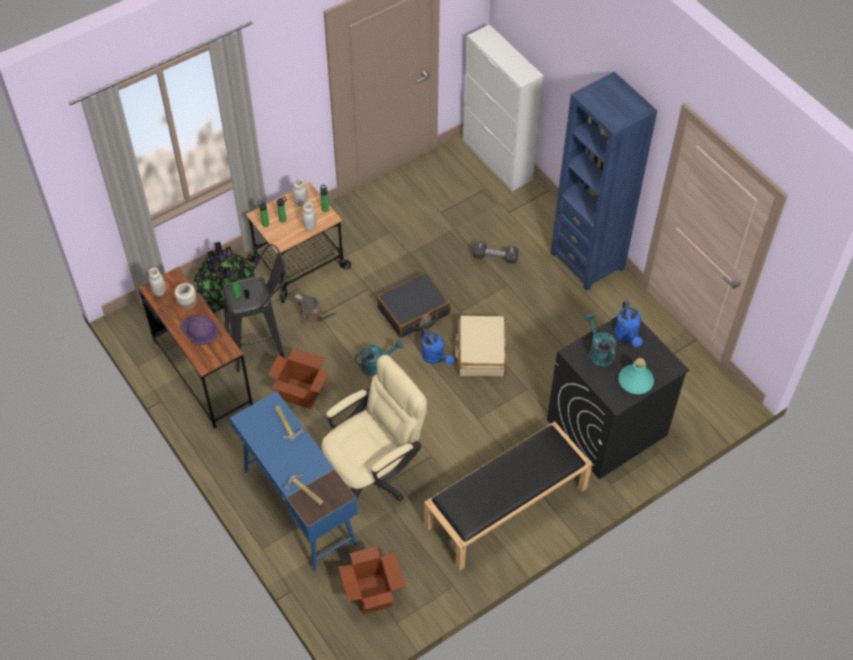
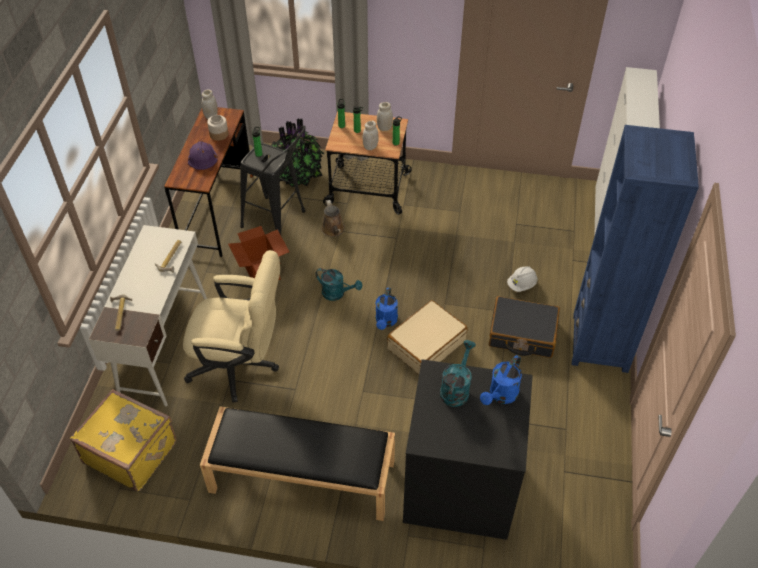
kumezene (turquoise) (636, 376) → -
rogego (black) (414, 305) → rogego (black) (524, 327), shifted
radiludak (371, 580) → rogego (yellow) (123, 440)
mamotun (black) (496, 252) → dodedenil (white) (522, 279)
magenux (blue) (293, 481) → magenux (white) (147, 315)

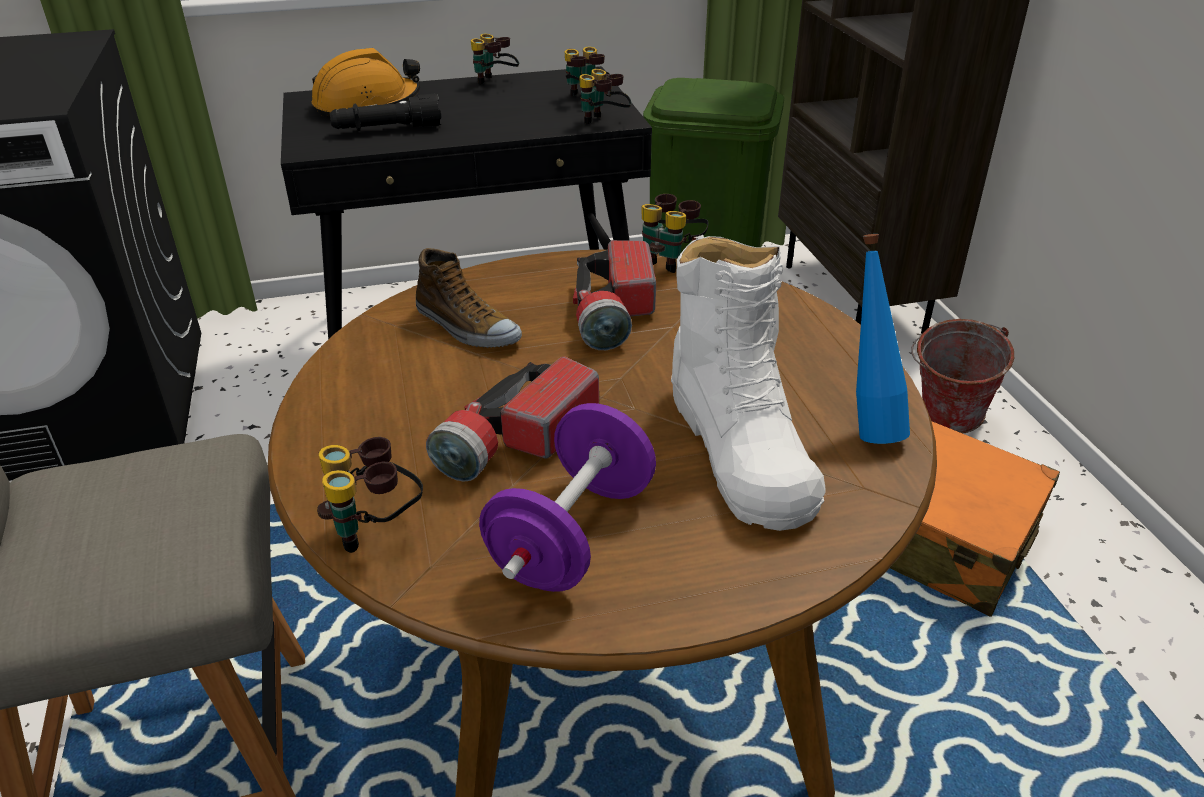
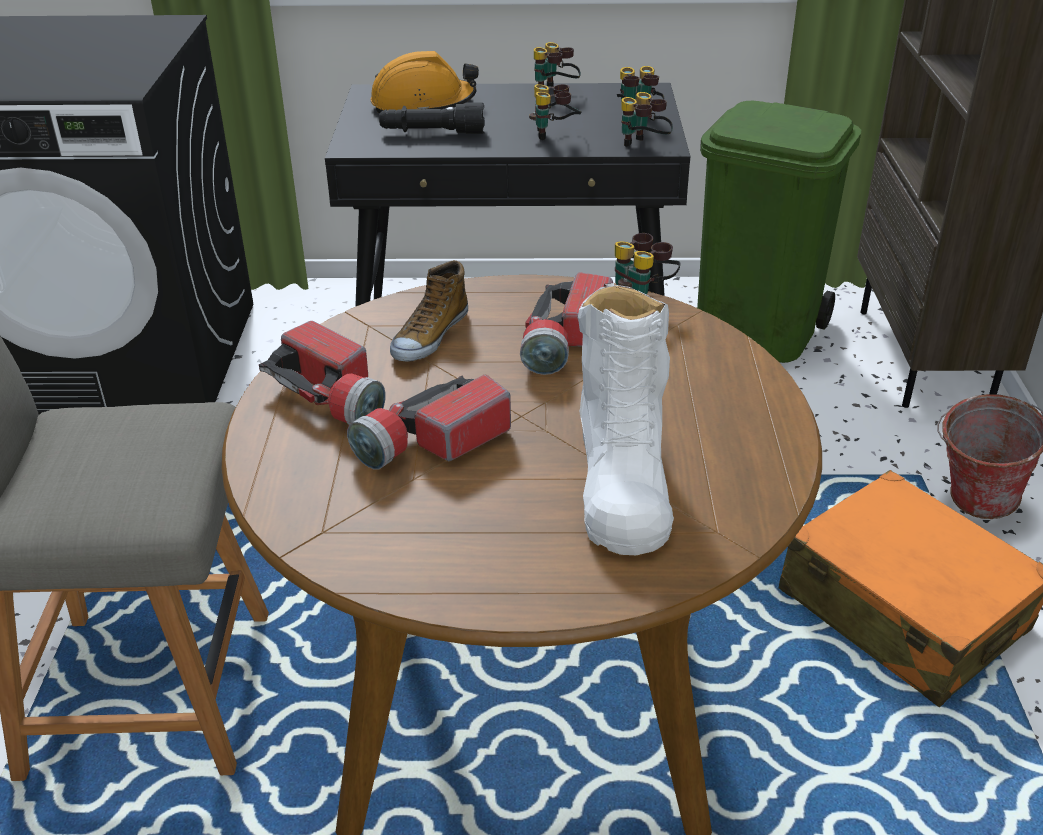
mamotun (purple) (567, 497) → -
kumezene (blue) (883, 339) → -
- → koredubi (322, 373)
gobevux (370, 495) → gobevux (555, 112), shifted
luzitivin (469, 298) → luzitivin (429, 311), 60 degrees clockwise

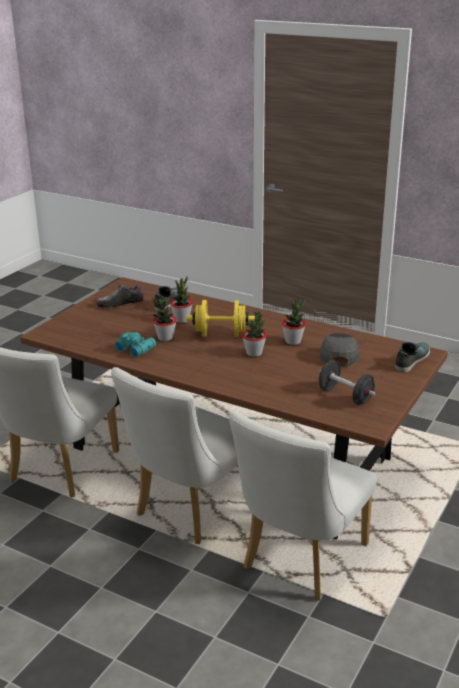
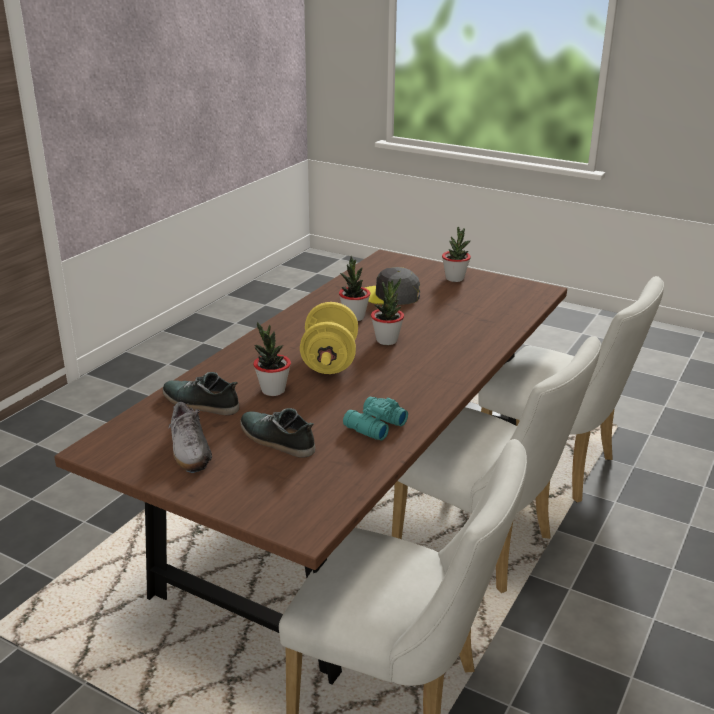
mamotun (black) (347, 382) → -
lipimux (164, 318) → lipimux (456, 254), shifted
luzitivin (412, 357) → luzitivin (278, 433), shifted

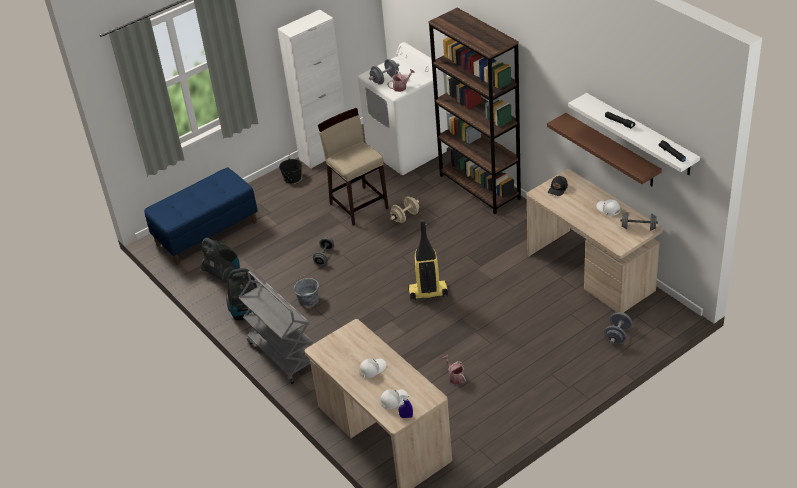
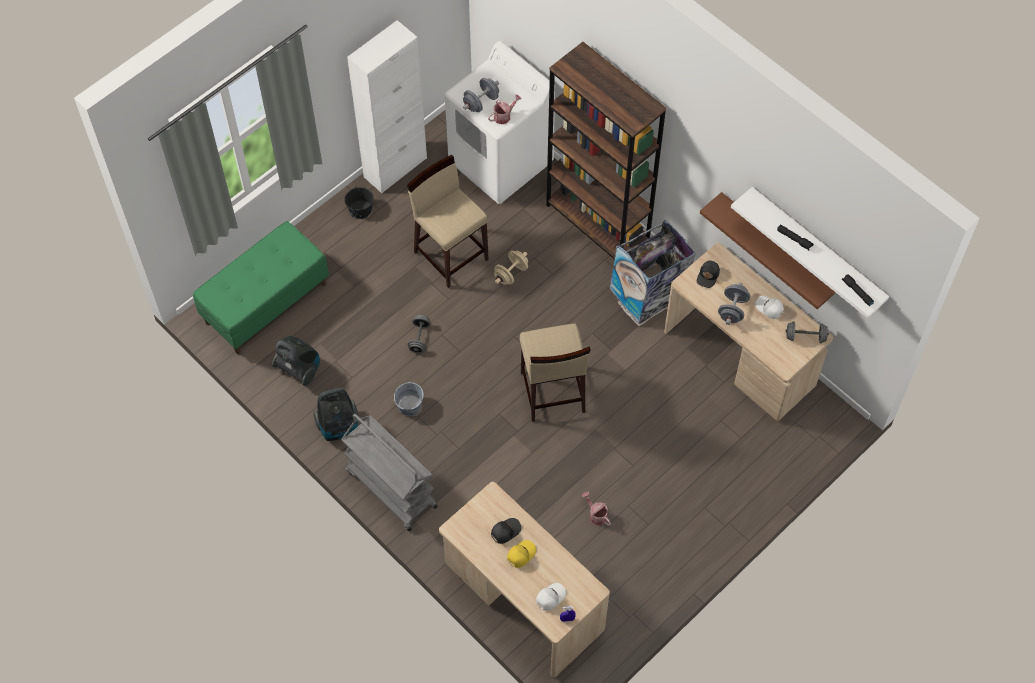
- → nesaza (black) (506, 531)
- → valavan (652, 273)
mamotun (grey) (618, 328) → mamotun (grey) (734, 304), shifted
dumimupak (428, 260) → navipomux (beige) (555, 373)
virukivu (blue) (201, 216) → virukivu (green) (261, 287)
nesaza (white) (372, 368) → nesaza (yellow) (521, 554)

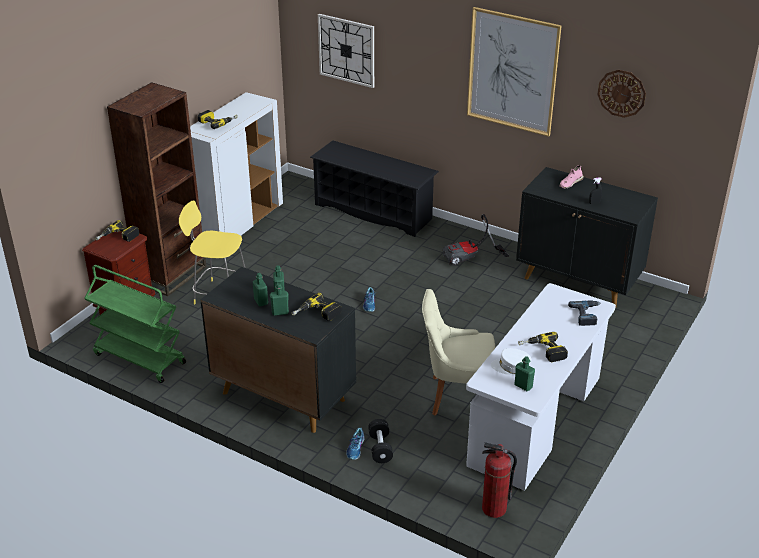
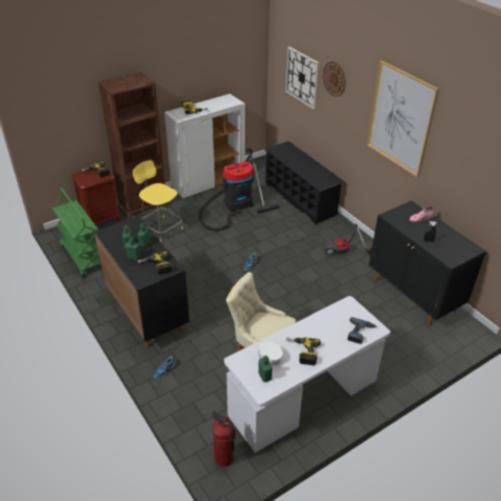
mamotun (black) (380, 441) → -
- → dumimupak (239, 189)
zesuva (621, 94) → zesuva (334, 79), shifted

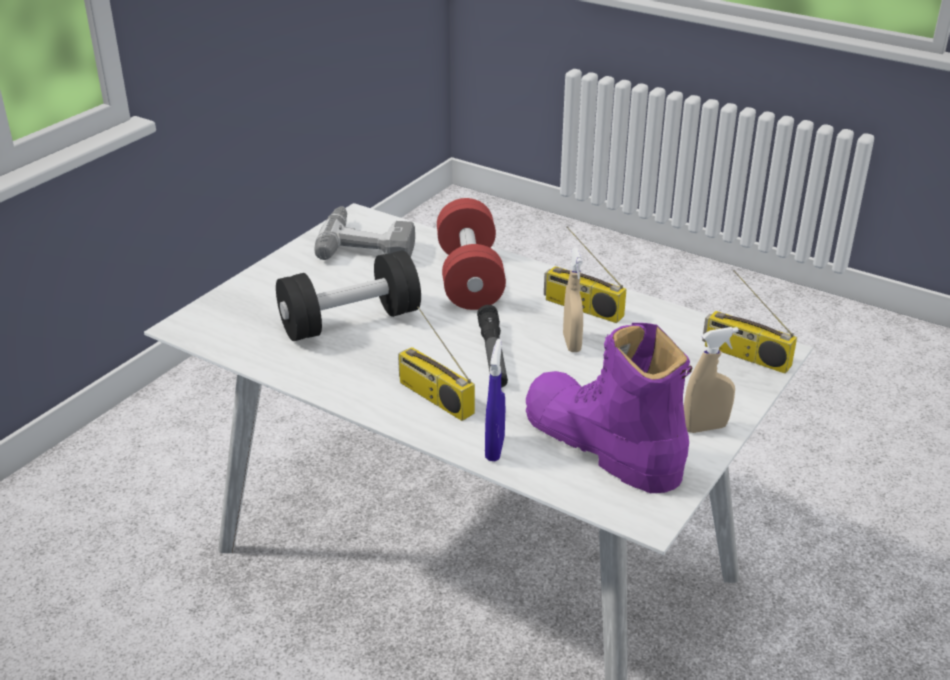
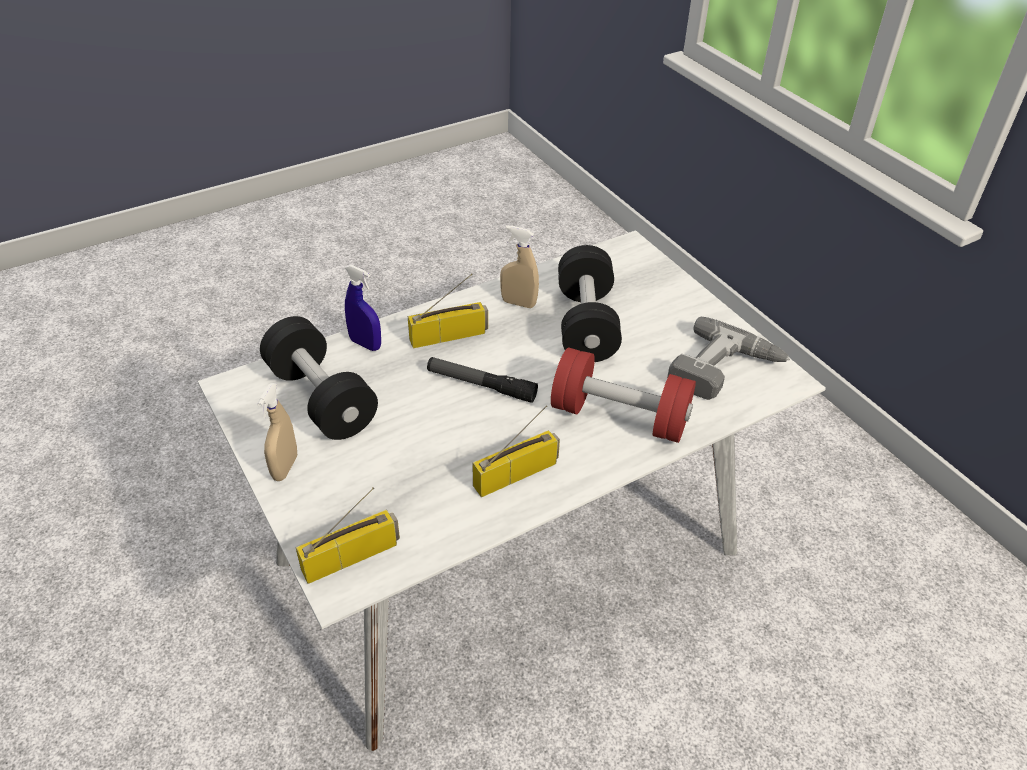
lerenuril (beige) (573, 300) → lerenuril (beige) (519, 266), shifted
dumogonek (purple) (609, 408) → mamotun (black) (319, 378)

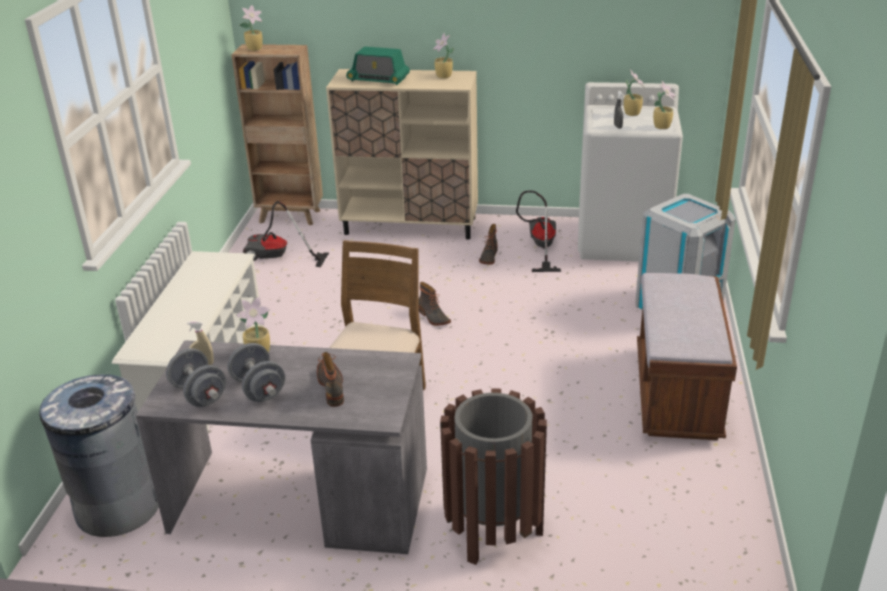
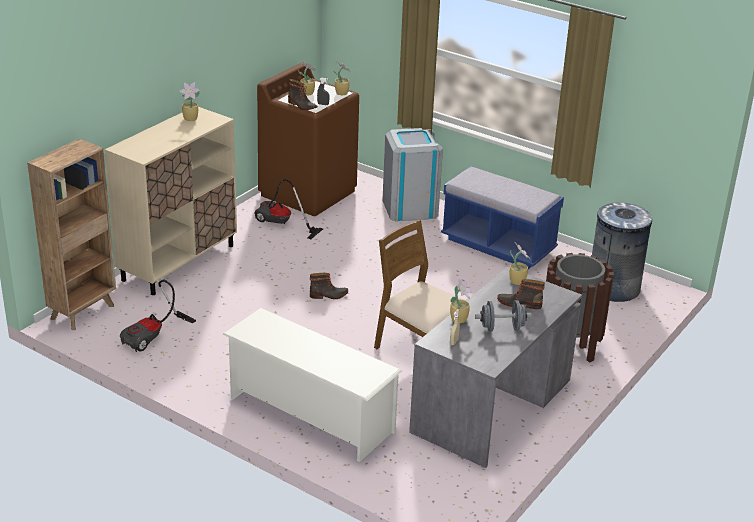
mamotun (grey) (196, 377) → -
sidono (378, 66) → -
valavan (grey) (99, 455) → valavan (grey) (622, 252), shifted
lipimux (251, 28) → lipimux (520, 263), shifted
dumogonek (488, 244) → dumogonek (303, 94), shifted
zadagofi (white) (630, 172) → zadagofi (brown) (308, 139)
virukivu (brown) (687, 356) → virukivu (blue) (502, 217)

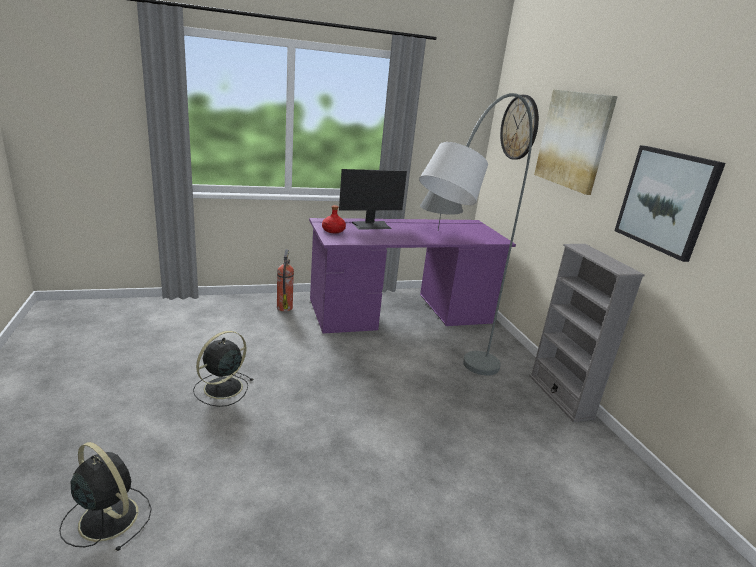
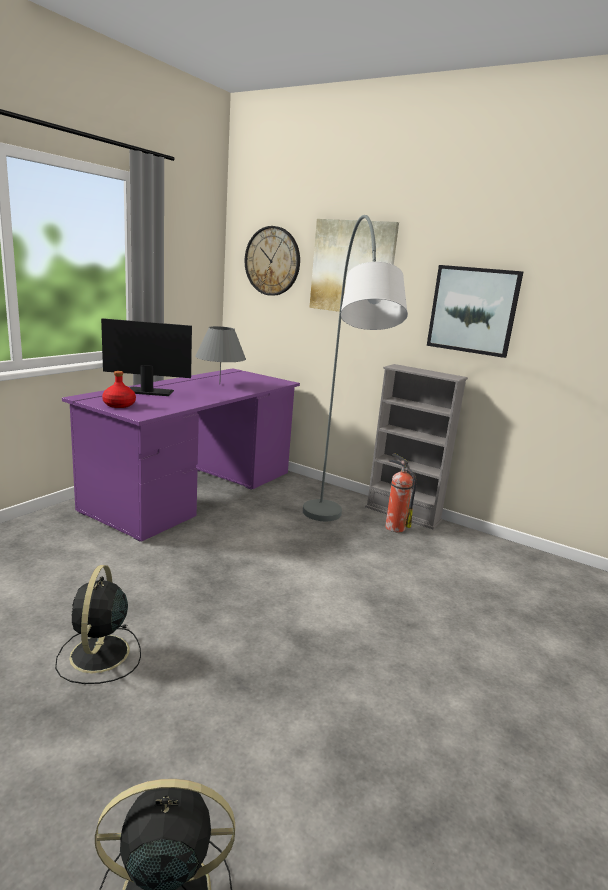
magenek (285, 280) → magenek (400, 492), shifted
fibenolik (373, 199) → fibenolik (146, 357), 120 degrees counterclockwise

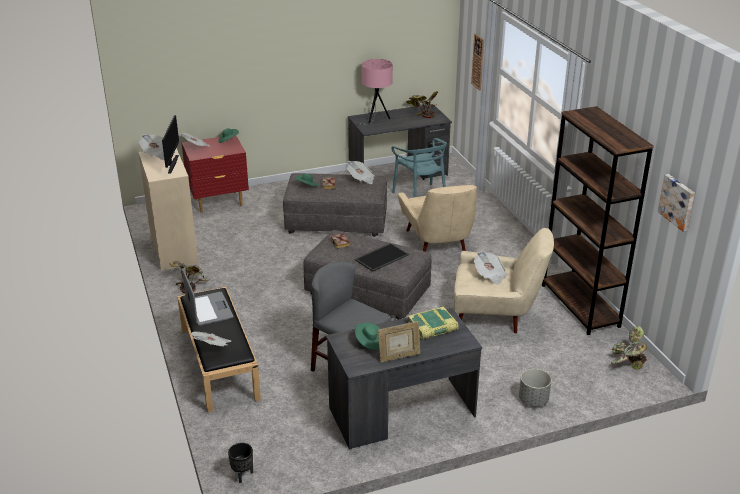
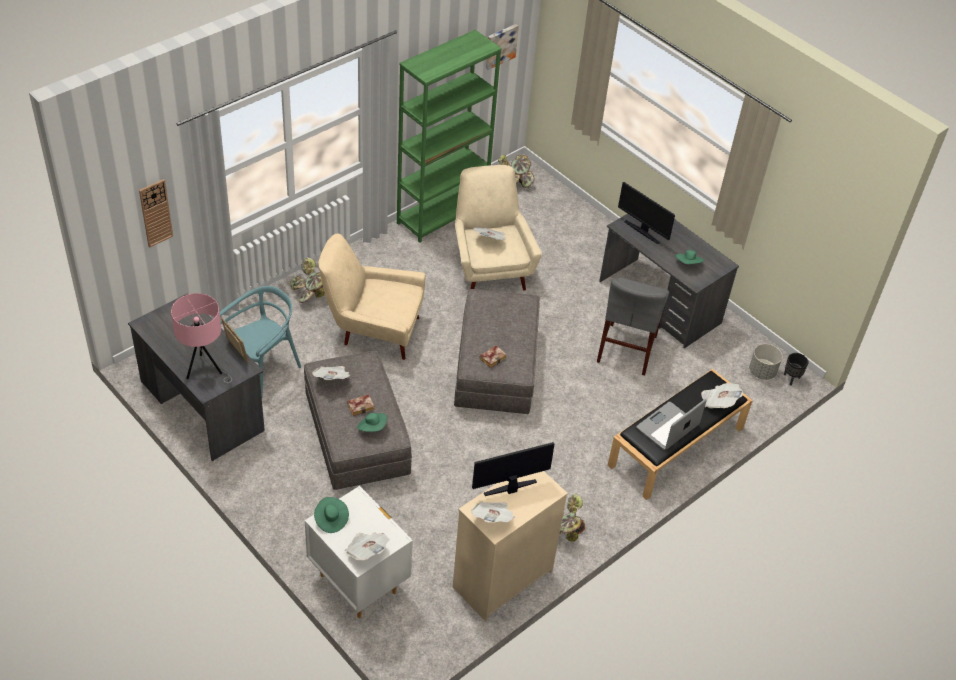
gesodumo (382, 257) → -
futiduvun (399, 342) → futiduvun (235, 340), shifted
lipimux (422, 104) → lipimux (307, 280), shifted
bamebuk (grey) (535, 388) → bamebuk (grey) (766, 362), shifted
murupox (433, 323) → fibenolik (646, 213)
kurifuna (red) (215, 174) → kurifuna (white) (359, 552)
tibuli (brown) (598, 220) → tibuli (green) (449, 136)
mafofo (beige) (437, 218) → mafofo (beige) (372, 297), 135 degrees counterclockwise

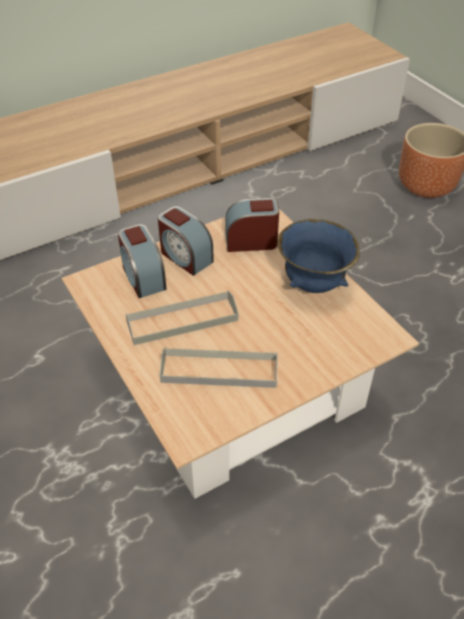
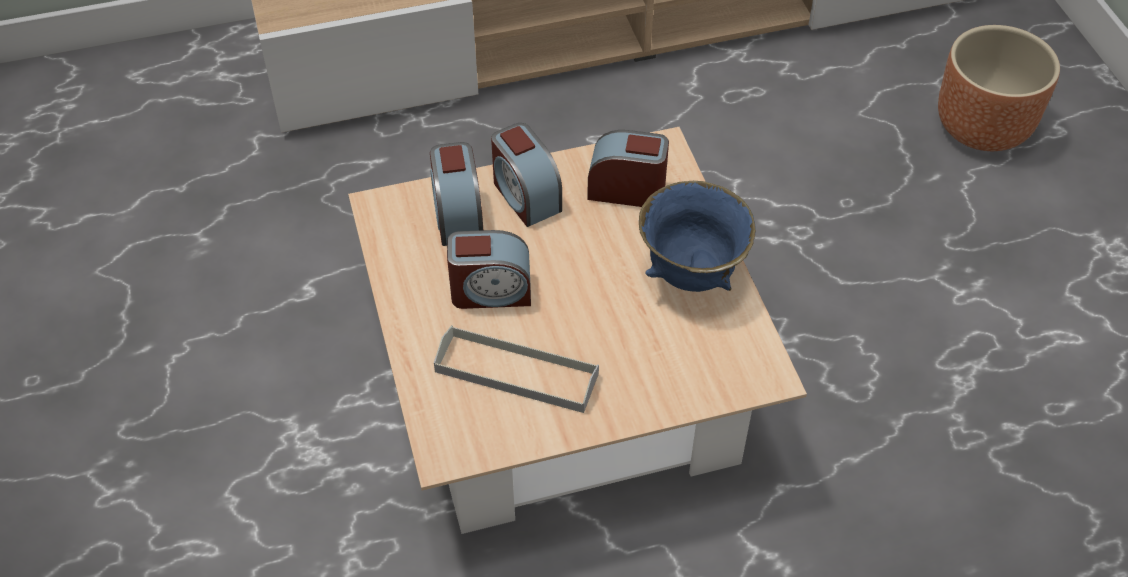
gesodumo (grey) (182, 317) → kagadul (489, 269)

